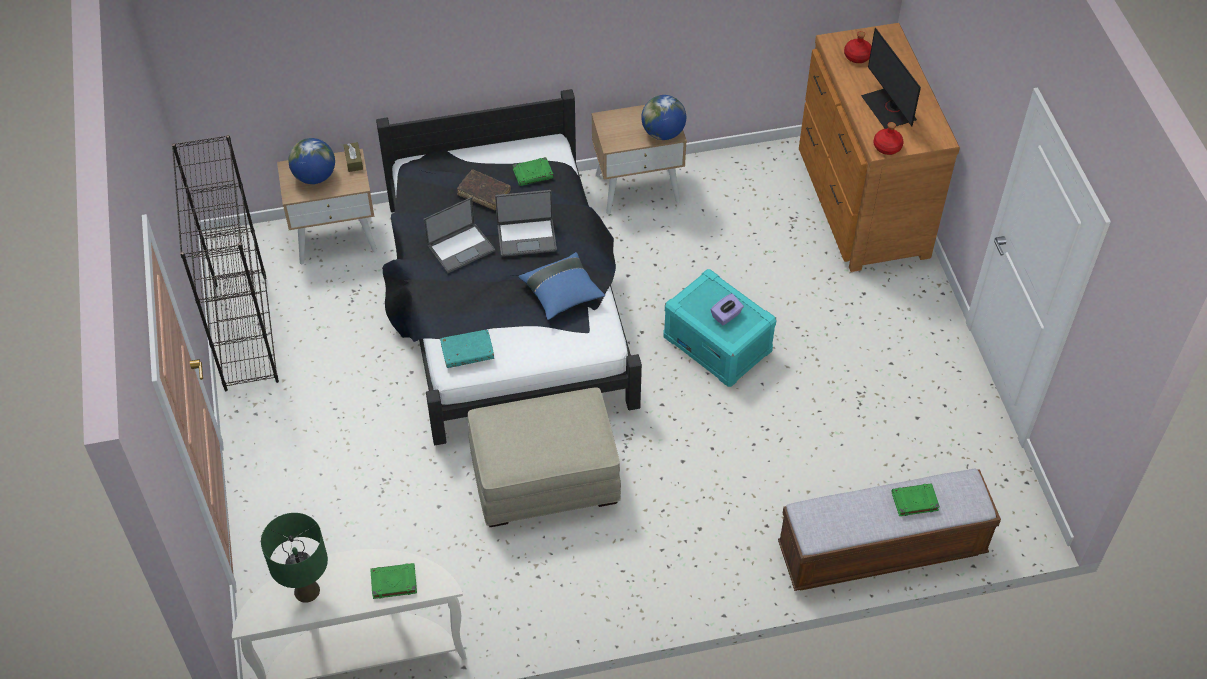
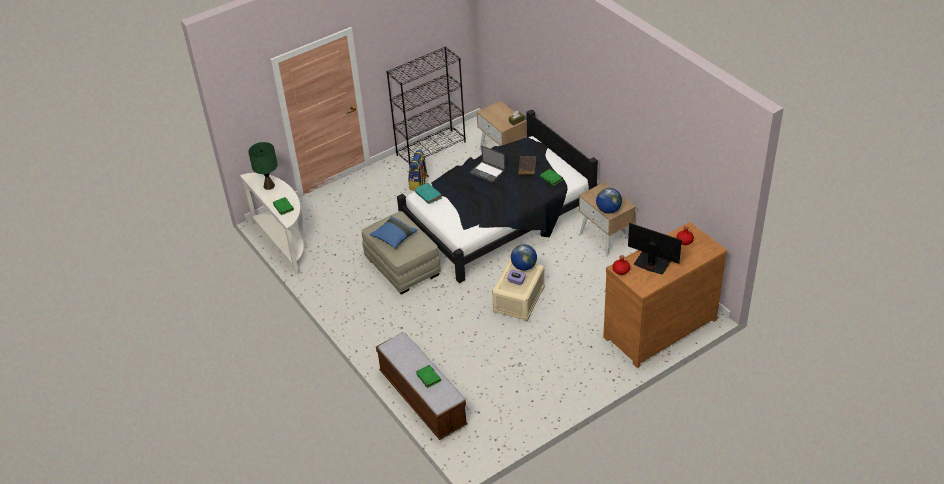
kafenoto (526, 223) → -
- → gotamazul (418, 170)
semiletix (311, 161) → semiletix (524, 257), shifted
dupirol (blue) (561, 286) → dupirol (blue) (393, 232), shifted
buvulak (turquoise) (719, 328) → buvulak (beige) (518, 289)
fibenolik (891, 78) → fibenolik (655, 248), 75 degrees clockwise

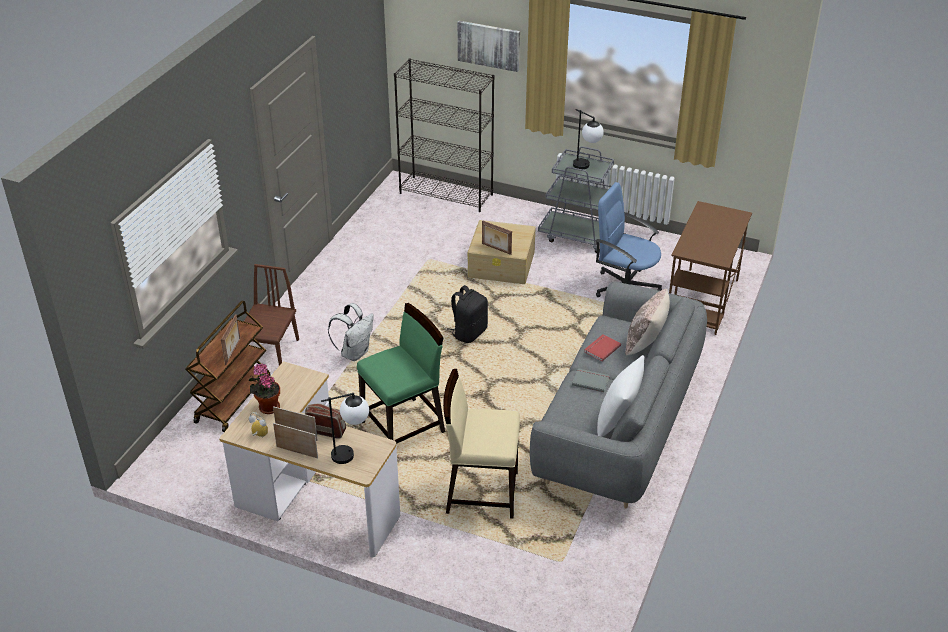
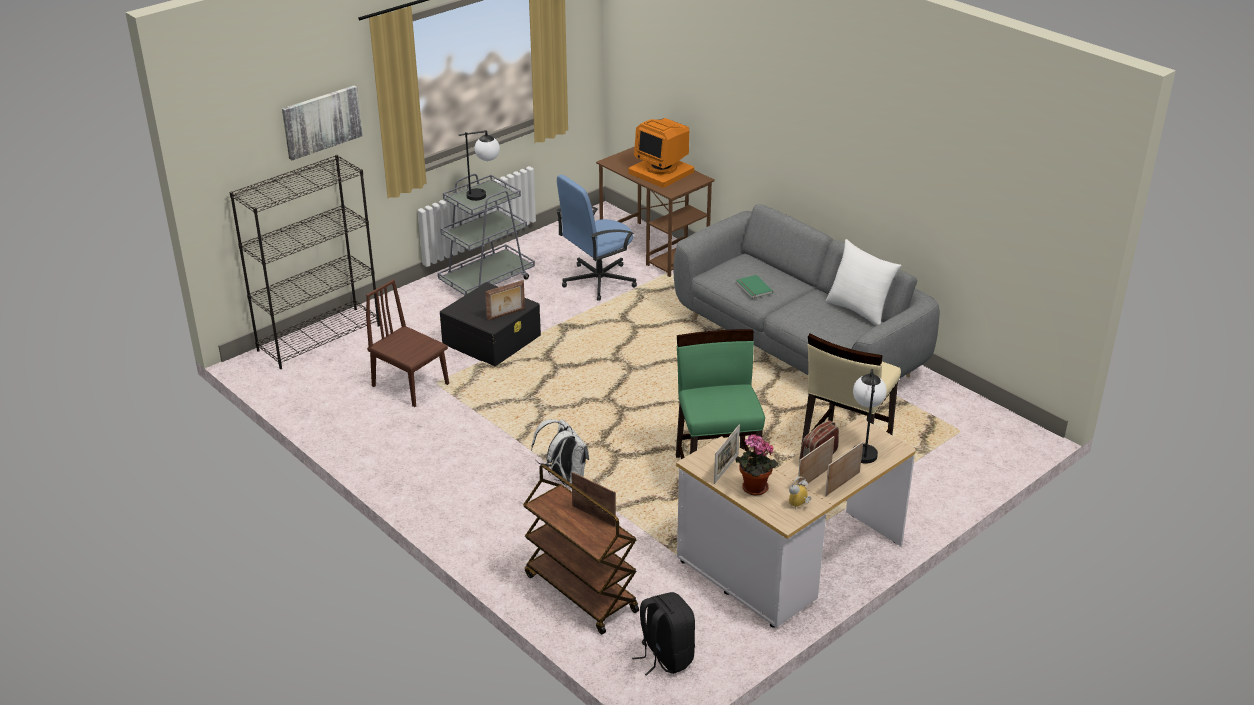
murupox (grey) (591, 380) → -
dupirol (beige) (647, 322) → -
- → fibenolik (661, 153)
- → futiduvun (727, 454)
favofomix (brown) (271, 315) → favofomix (brown) (407, 343), shifted
gotamazul (black) (468, 314) → gotamazul (black) (663, 634), shifted
buvulak (beige) (502, 252) → buvulak (black) (490, 324)
murupox (red) (602, 347) → murupox (green) (754, 287)

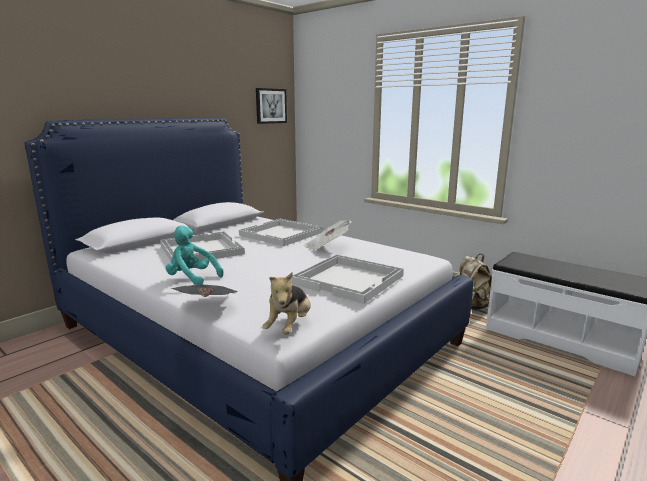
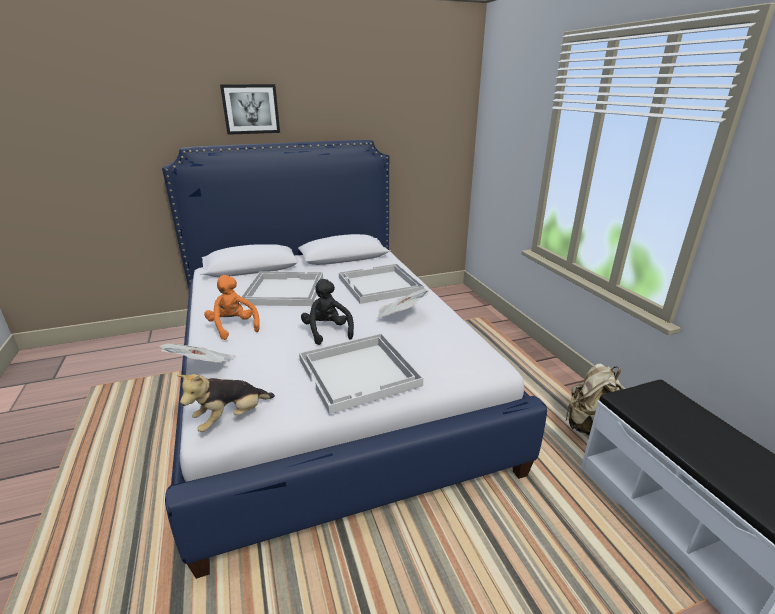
- → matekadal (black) (327, 312)
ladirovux (271, 106) → ladirovux (250, 109), shifted
matekadal (turquoise) (195, 255) → matekadal (orange) (232, 307)

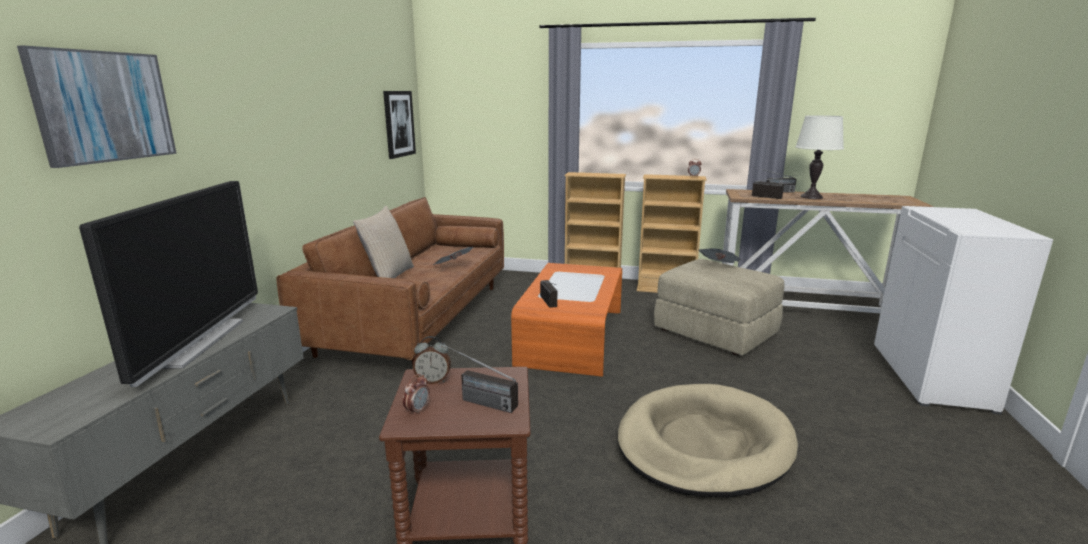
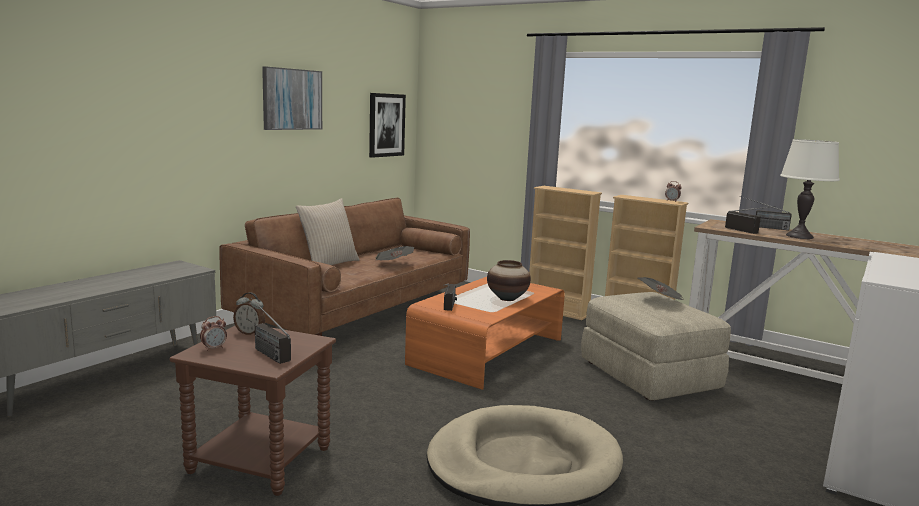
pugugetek (168, 284) → -
- → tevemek (509, 280)
ladirovux (97, 107) → ladirovux (292, 98), shifted

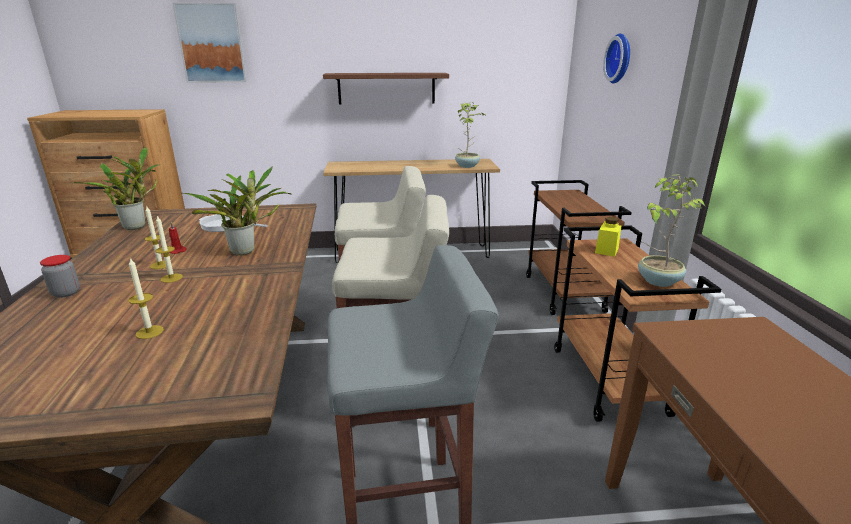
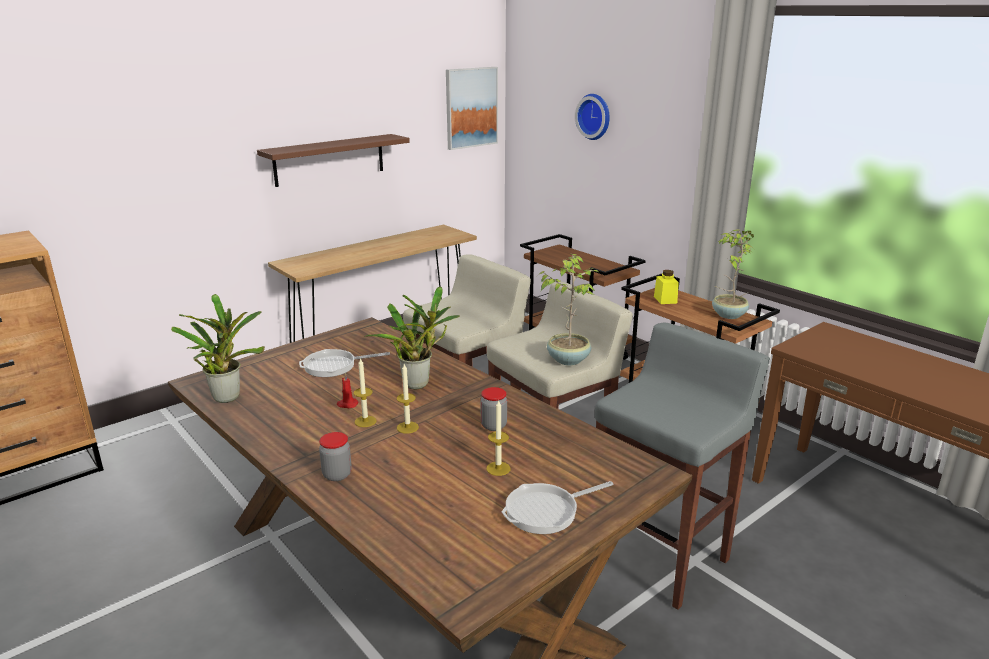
- → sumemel (494, 409)
- → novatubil (558, 507)
ladirovux (209, 43) → ladirovux (472, 108), shifted
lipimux (471, 135) → lipimux (569, 309), shifted

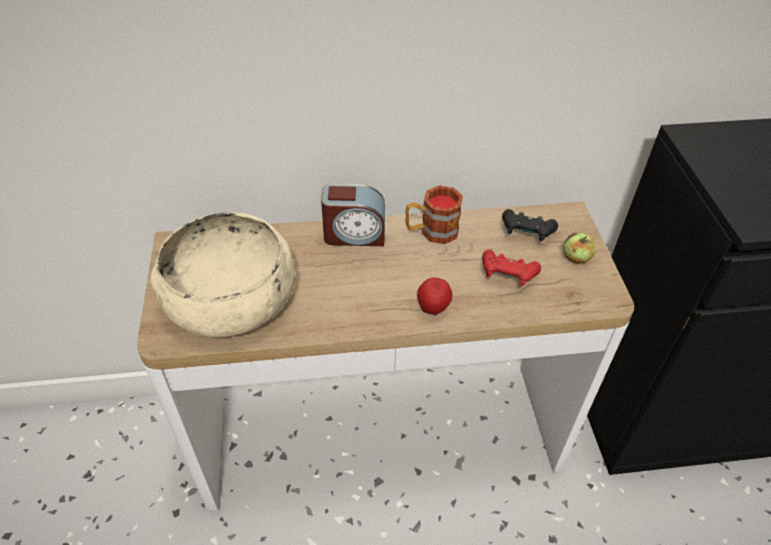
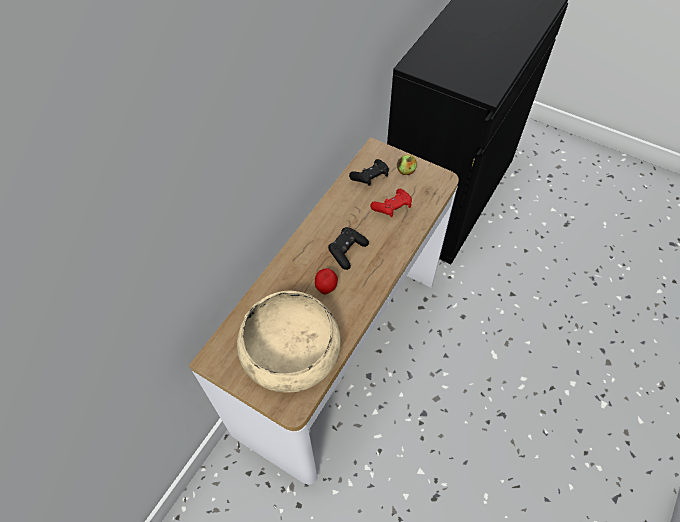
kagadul (353, 214) → -
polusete (434, 214) → -
- → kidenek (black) (348, 248)
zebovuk (434, 296) → zebovuk (326, 281), shifted

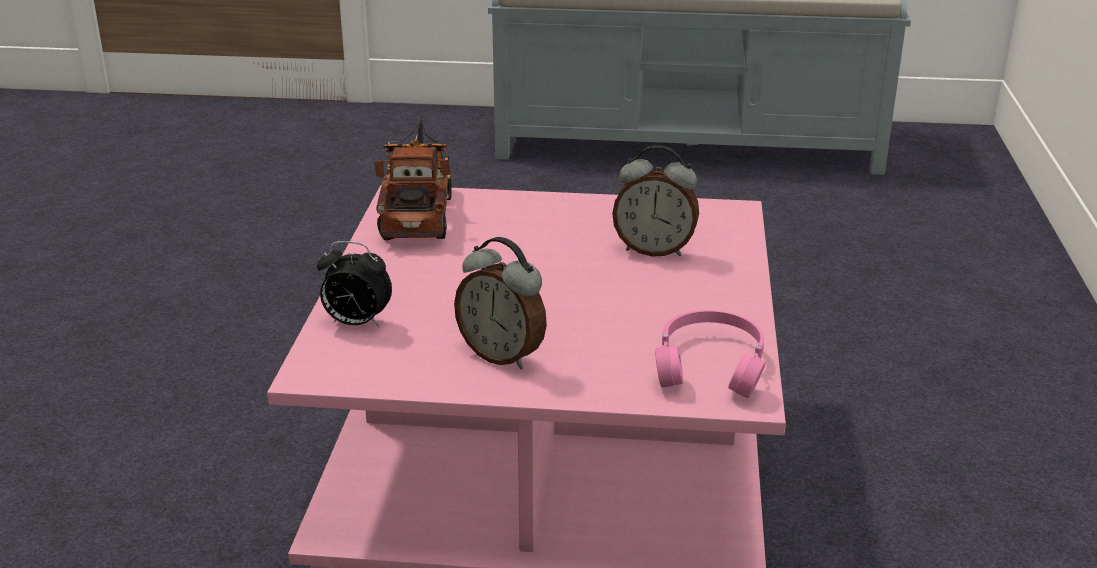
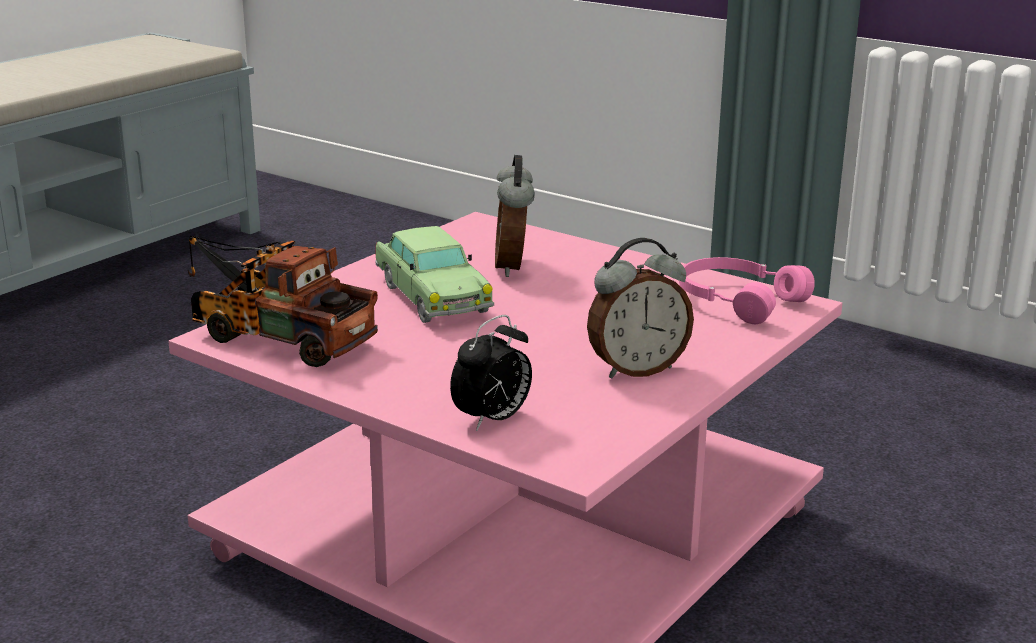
- → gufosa (434, 274)
kagadul (655, 201) → kagadul (515, 216), 135 degrees clockwise

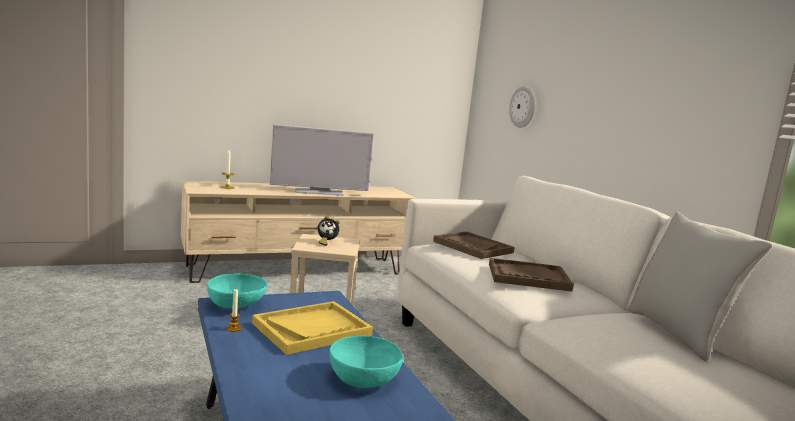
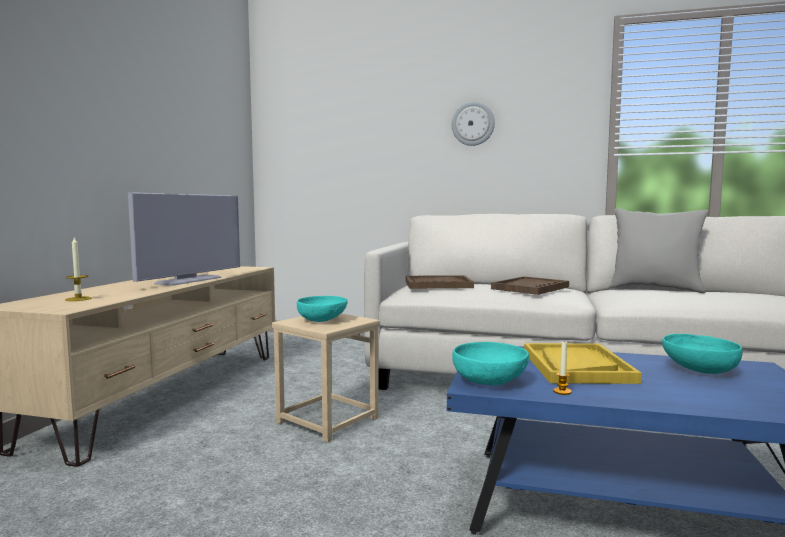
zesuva (522, 107) → zesuva (473, 124), shifted
kagadul (329, 231) → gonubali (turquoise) (322, 309)

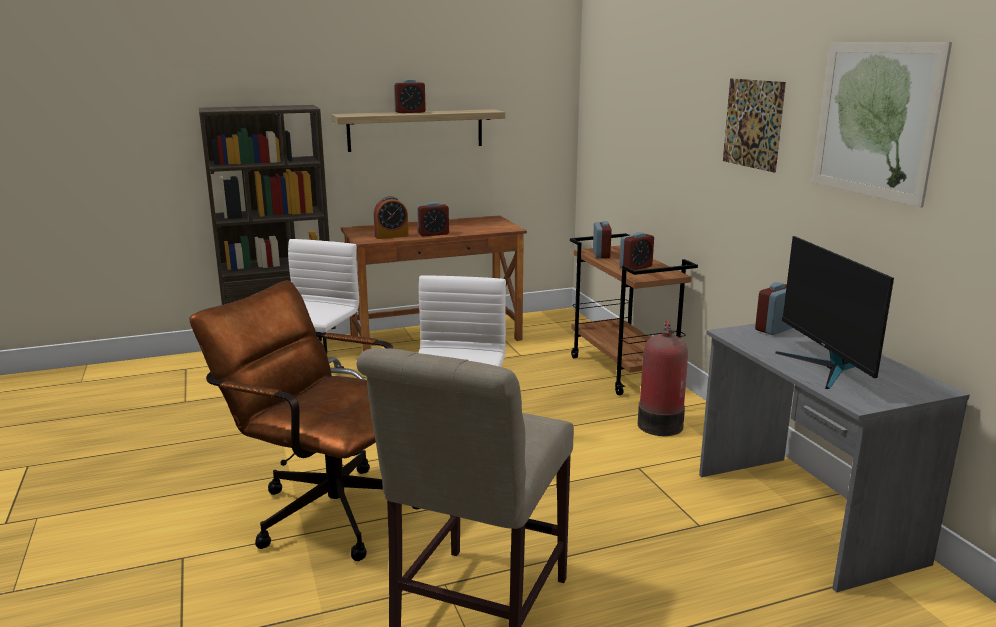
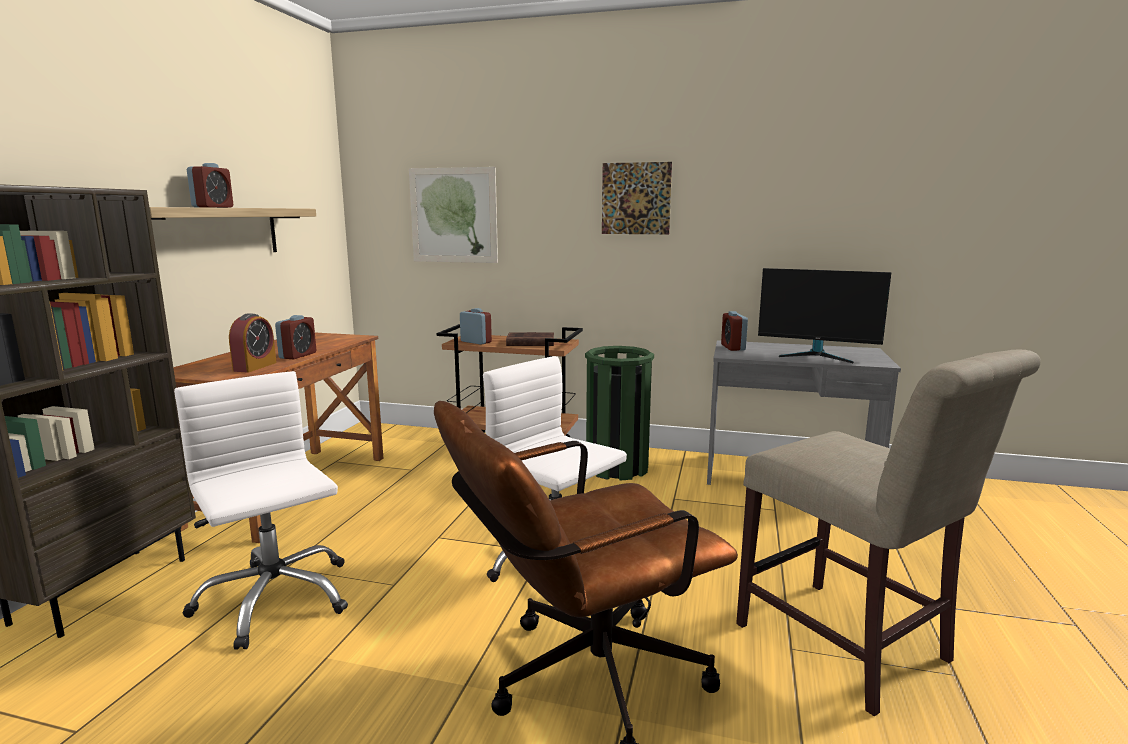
ladirovux (882, 125) → ladirovux (453, 215), shifted
kagadul (636, 251) → murupox (brown) (530, 339)
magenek (663, 378) → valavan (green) (619, 413)

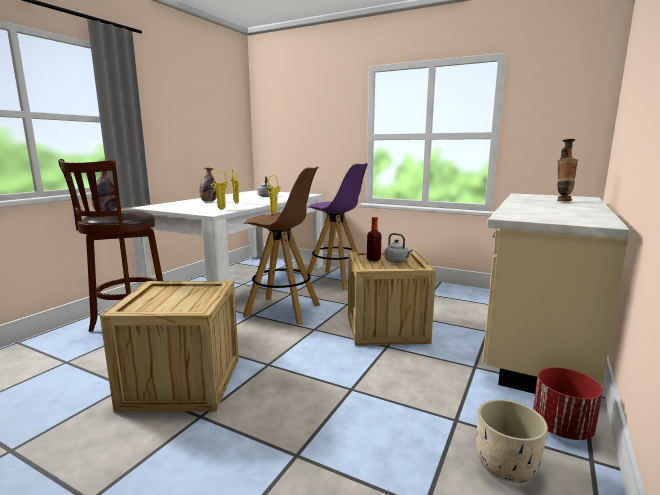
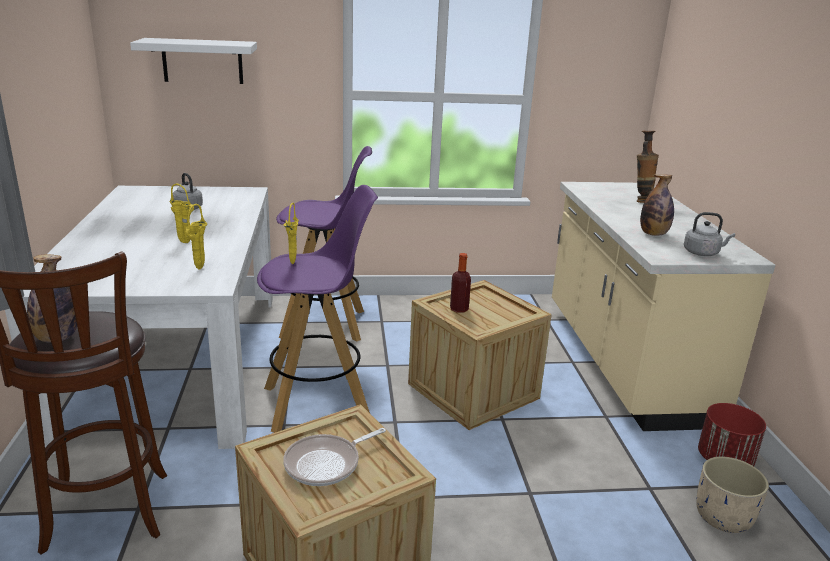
- → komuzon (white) (193, 61)
- → novatubil (334, 457)
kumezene (208, 185) → kumezene (657, 205), shifted
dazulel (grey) (399, 248) → dazulel (grey) (709, 234), shifted
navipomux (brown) (281, 246) → navipomux (purple) (317, 309)

